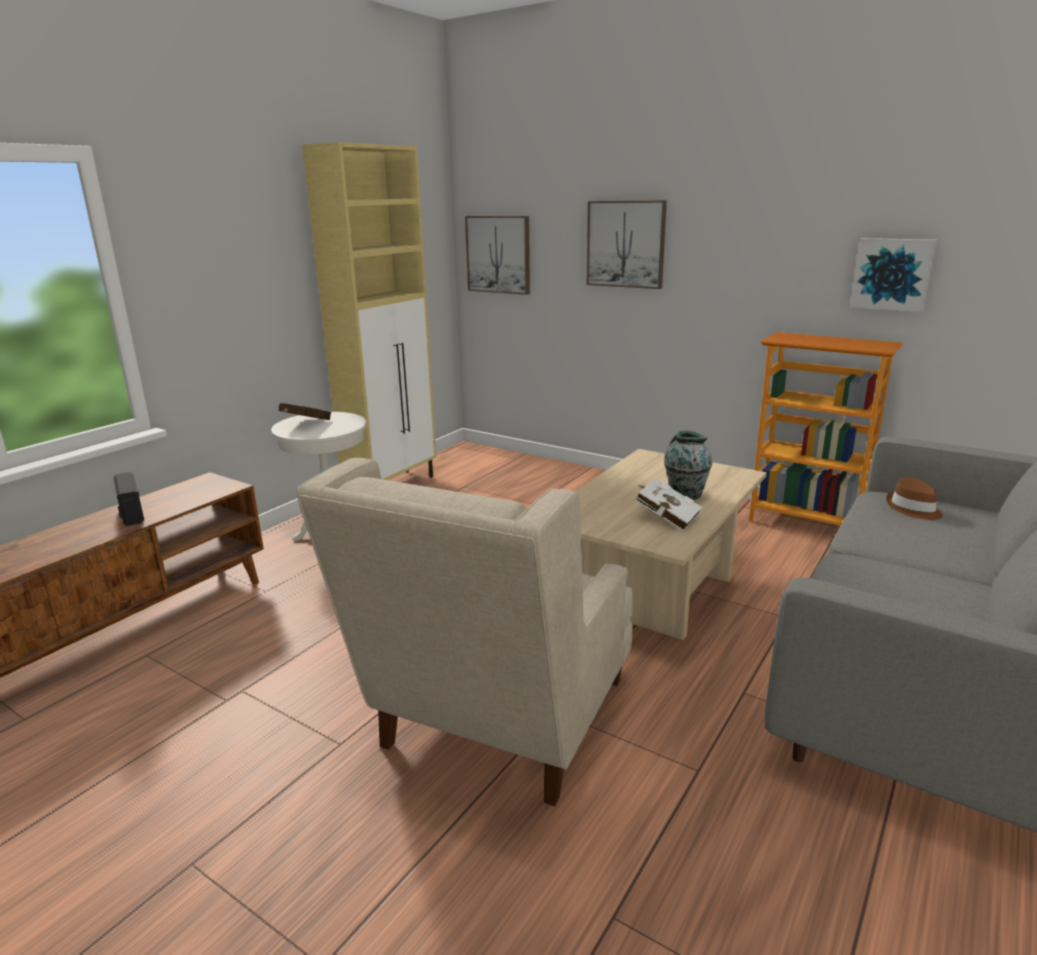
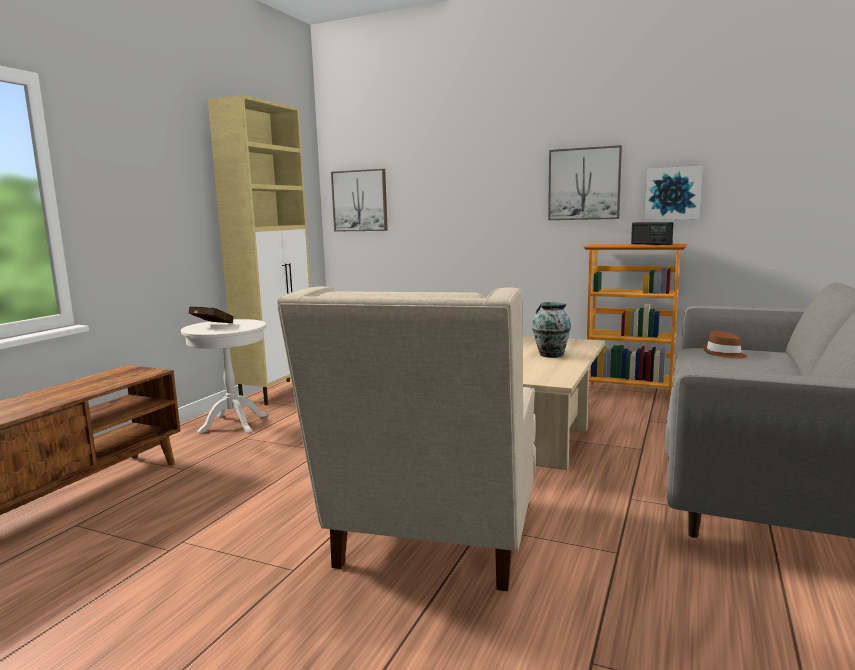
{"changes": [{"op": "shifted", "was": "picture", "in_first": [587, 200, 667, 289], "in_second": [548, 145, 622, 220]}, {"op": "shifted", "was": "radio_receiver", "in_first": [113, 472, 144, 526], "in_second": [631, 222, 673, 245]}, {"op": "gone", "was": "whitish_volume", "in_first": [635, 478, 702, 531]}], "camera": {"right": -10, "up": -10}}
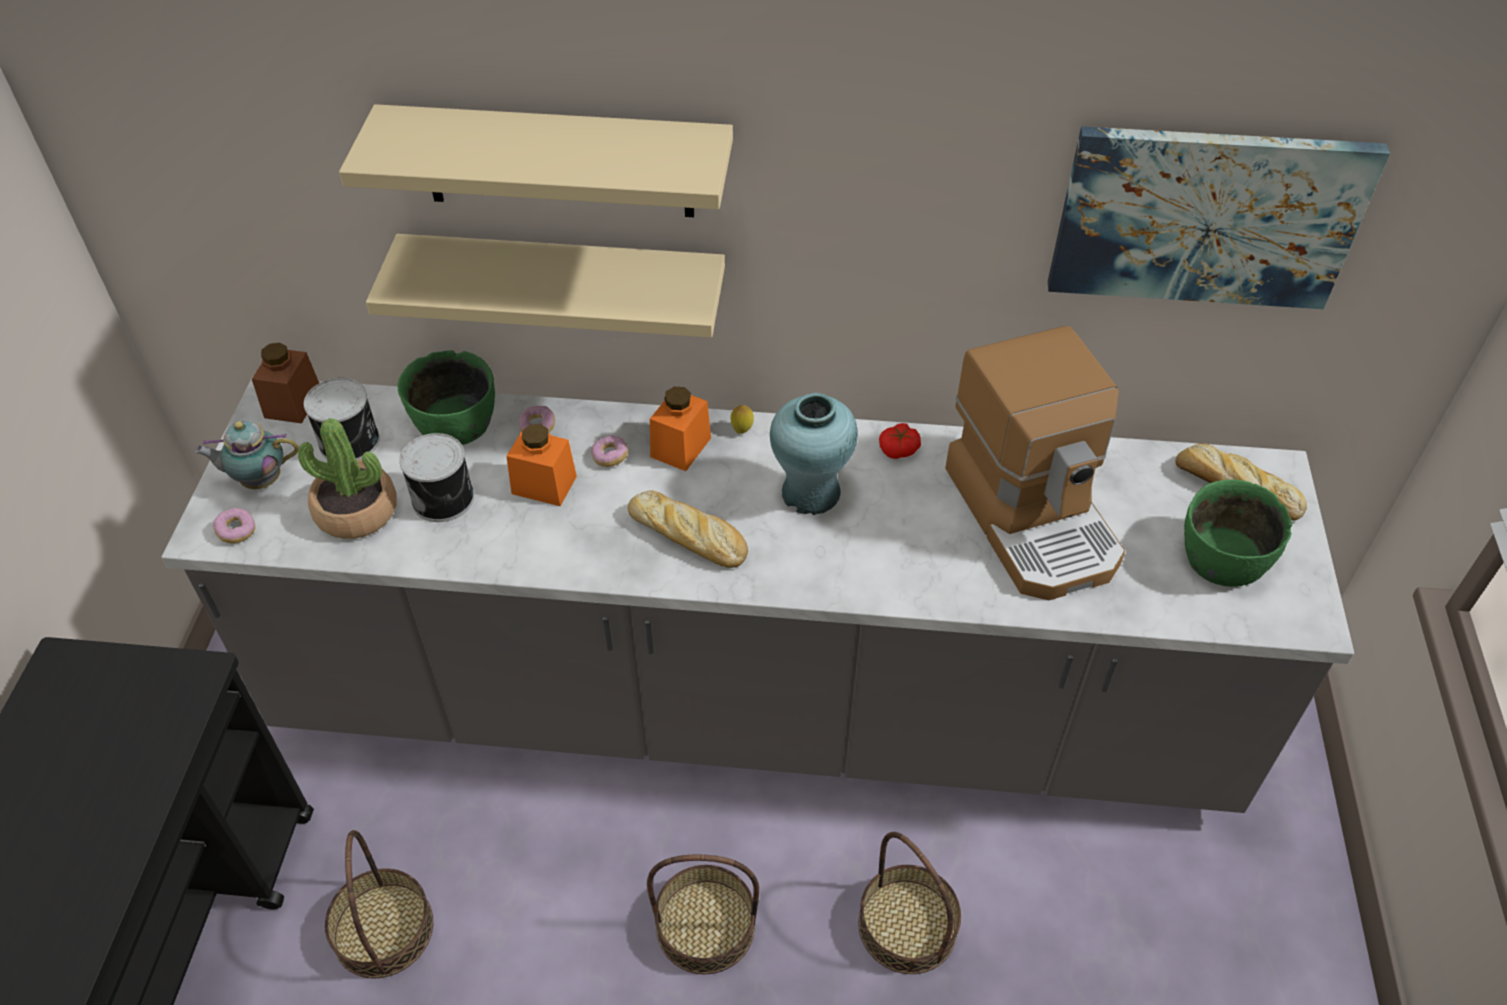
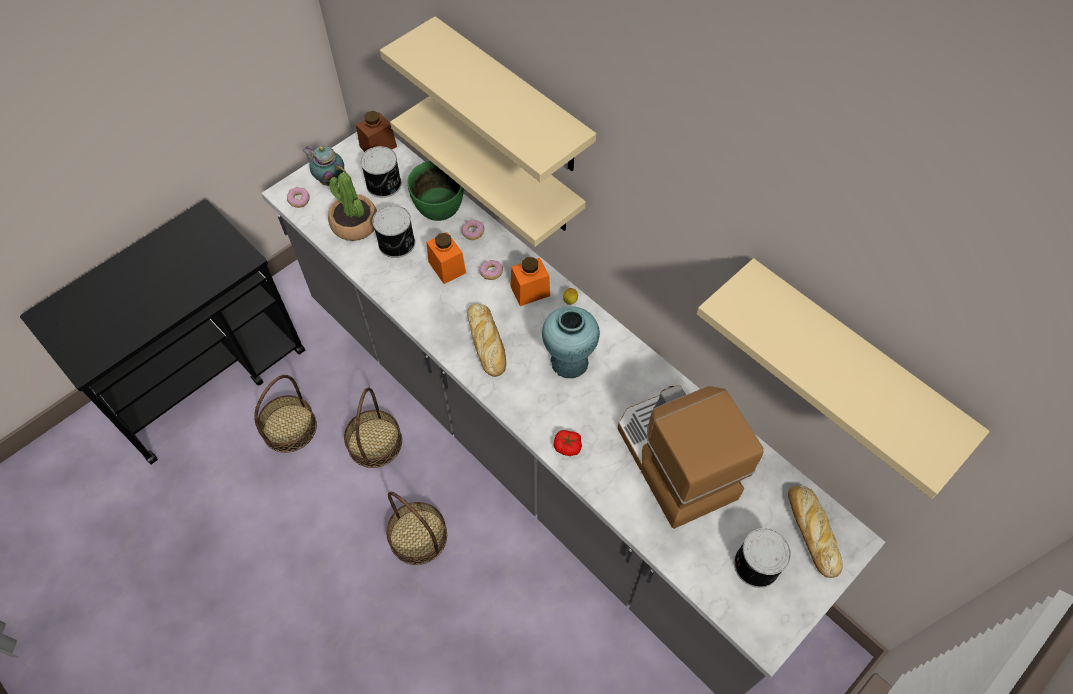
{"changes": [{"op": "swapped", "was": "picture", "now": "beige-coloured_shelf", "in_first": [1048, 126, 1390, 309], "in_second": [697, 258, 990, 499]}, {"op": "rotated", "was": "coffee_brewer", "in_first": [945, 326, 1125, 600], "in_second": [618, 385, 763, 529], "clockwise": 135}, {"op": "shifted", "was": "whole_tomato", "in_first": [879, 423, 921, 459], "in_second": [554, 430, 582, 456]}, {"op": "swapped", "was": "greenish_bowl", "now": "can", "in_first": [1184, 479, 1292, 587], "in_second": [734, 528, 791, 588]}, {"op": "shifted", "was": "household_basket", "in_first": [858, 832, 961, 974], "in_second": [344, 388, 402, 468]}], "camera": {"right": 40, "up": 10}}
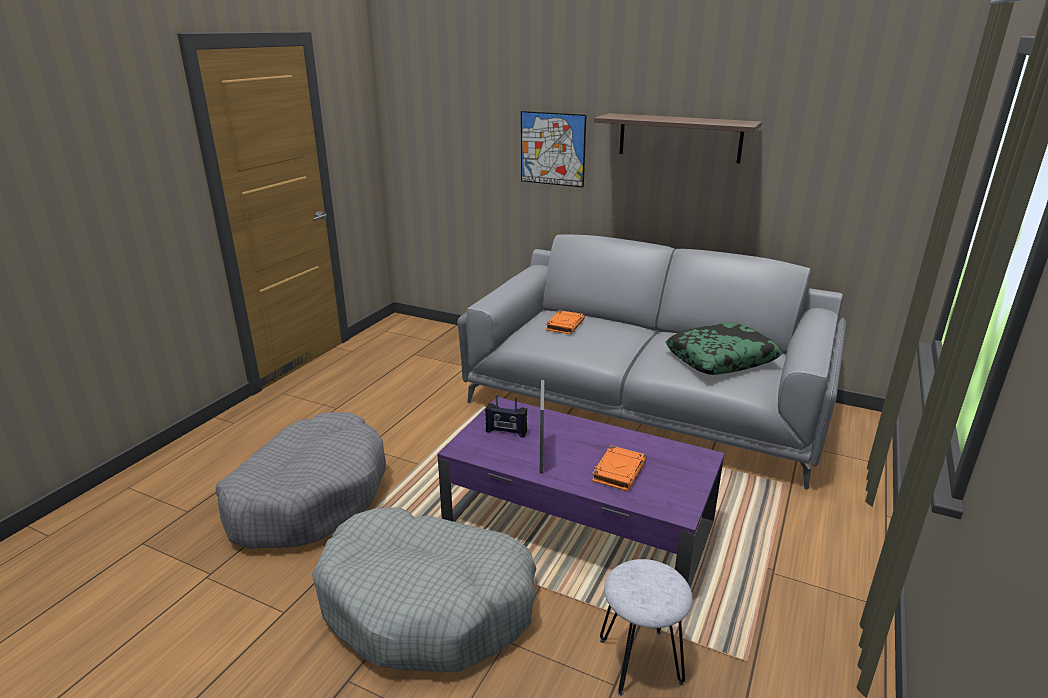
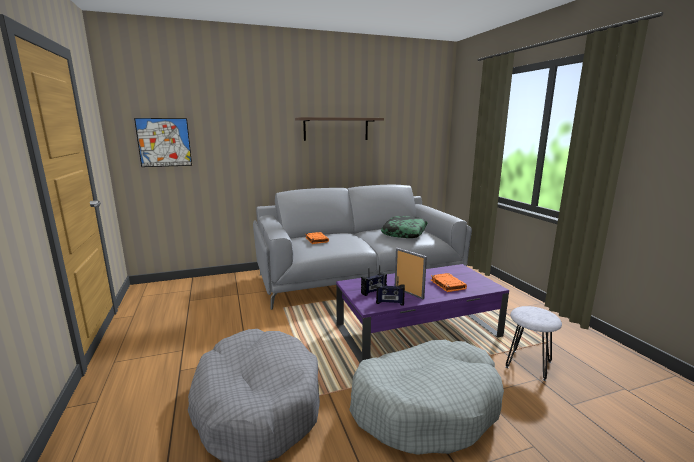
{"changes": [{"op": "shifted", "was": "picture", "in_first": [521, 111, 587, 188], "in_second": [134, 118, 192, 167]}, {"op": "new", "now": "radio_receiver", "in_second": [376, 276, 405, 306]}], "camera": {"right": -45, "up": -10}}
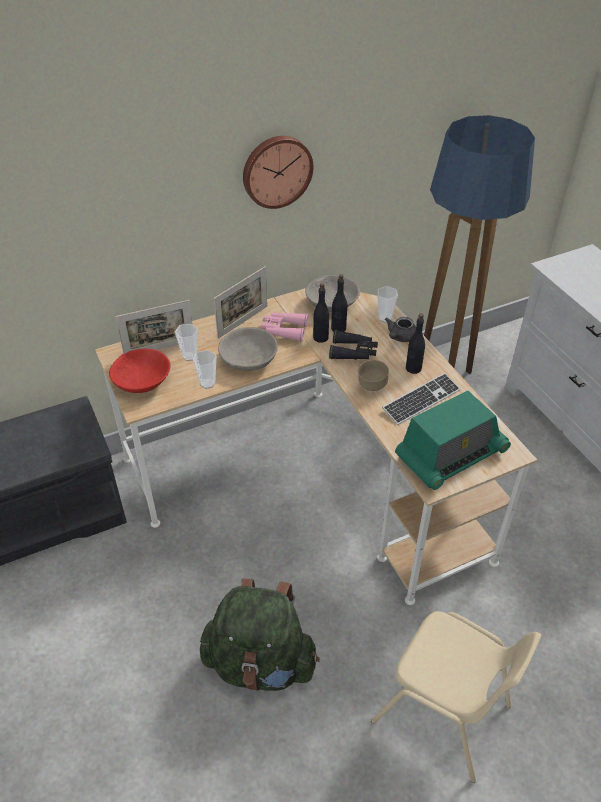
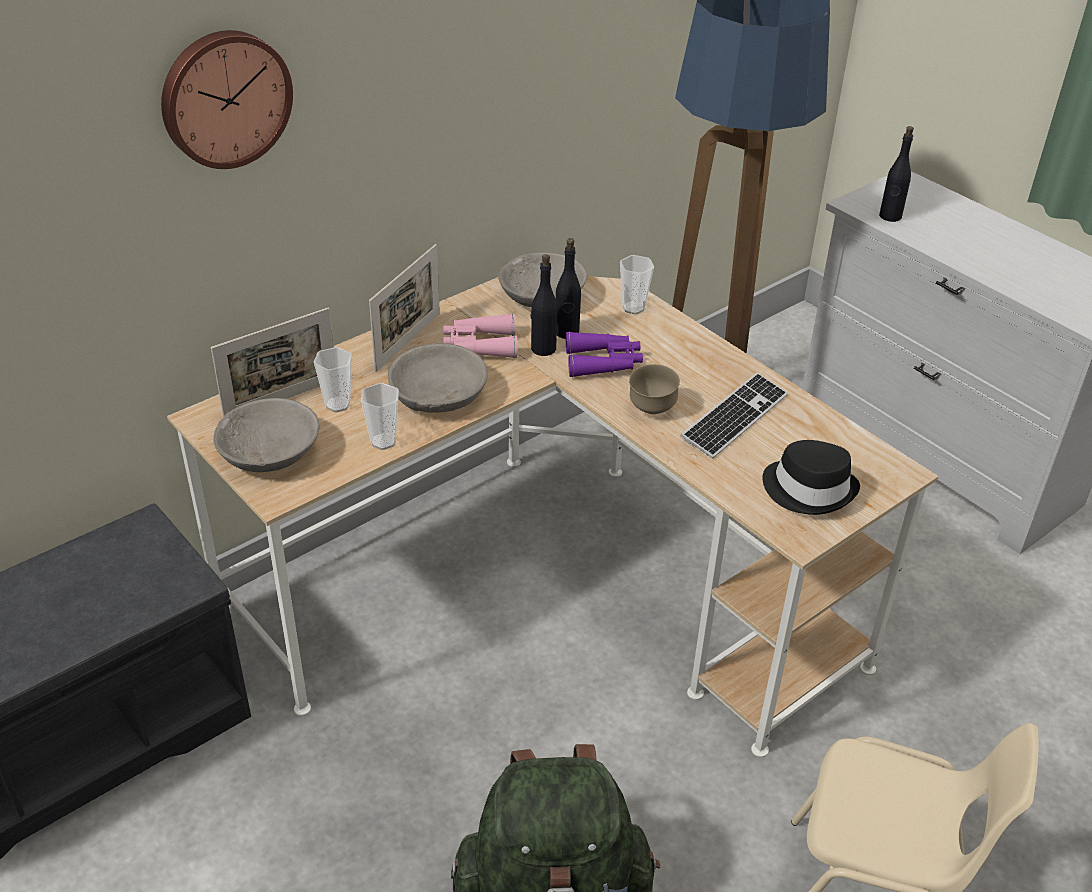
{"changes": [{"op": "shifted", "was": "hanging_clock", "in_first": [243, 136, 313, 209], "in_second": [161, 30, 293, 169]}, {"op": "shifted", "was": "black-coloured_bottle", "in_first": [406, 314, 425, 374], "in_second": [879, 126, 914, 222]}, {"op": "gone", "was": "gray_tea_pot", "in_first": [385, 317, 416, 342]}, {"op": "repainted", "was": "black-coloured_field_glasses", "now": "purple_field_glasses", "in_first": [329, 330, 378, 360], "in_second": [566, 332, 643, 377]}, {"op": "repainted", "was": "reddish_bowl", "now": "gray_bowl", "in_first": [109, 349, 170, 393], "in_second": [213, 398, 320, 472]}, {"op": "swapped", "was": "radio_receiver", "now": "black-coloured_clothing_hat", "in_first": [395, 391, 511, 490], "in_second": [762, 440, 860, 515]}], "camera": {"right": -15, "up": -5}}
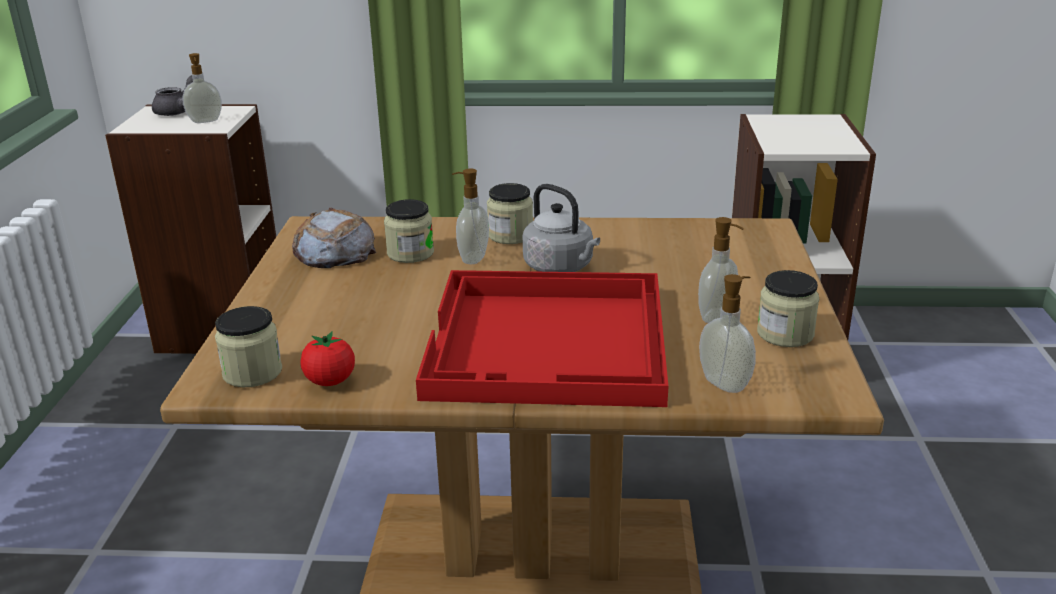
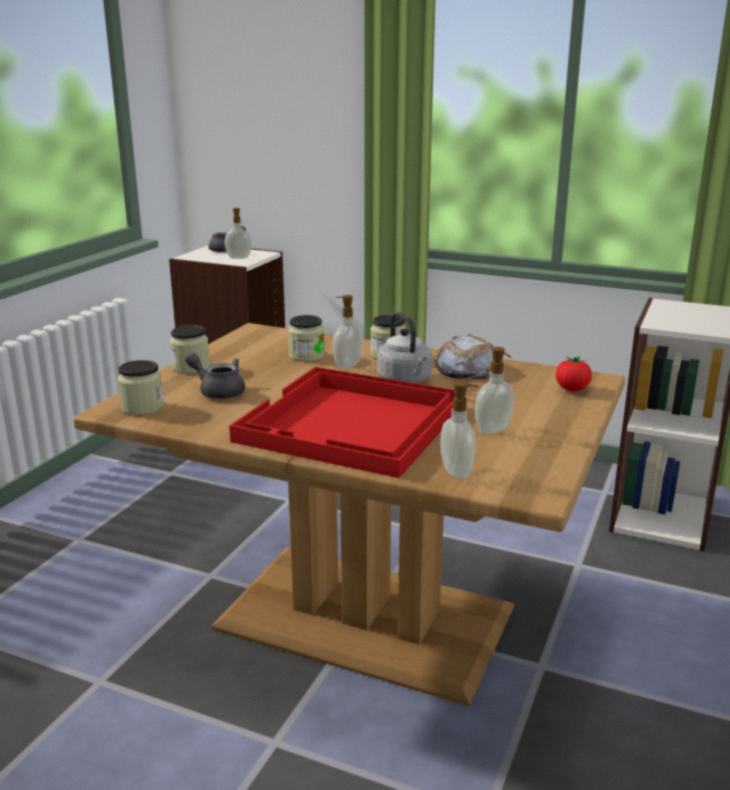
{"changes": [{"op": "shifted", "was": "baked_bread", "in_first": [292, 208, 376, 268], "in_second": [435, 334, 494, 379]}, {"op": "shifted", "was": "jar", "in_first": [757, 270, 819, 347], "in_second": [170, 325, 210, 374]}, {"op": "shifted", "was": "whole_tomato", "in_first": [300, 331, 355, 386], "in_second": [556, 356, 592, 391]}, {"op": "new", "now": "gray_tea_pot", "in_second": [185, 352, 245, 399]}], "camera": {"right": 20, "up": -5}}
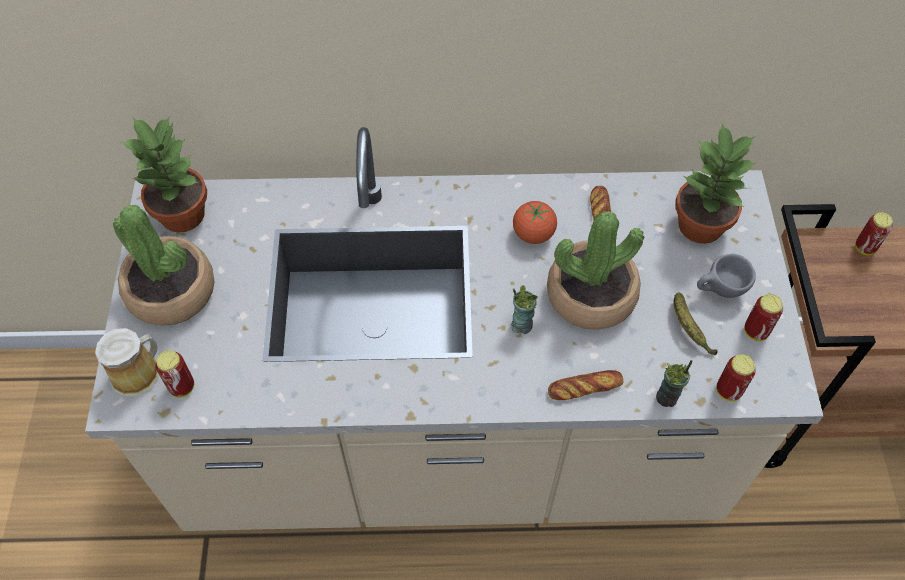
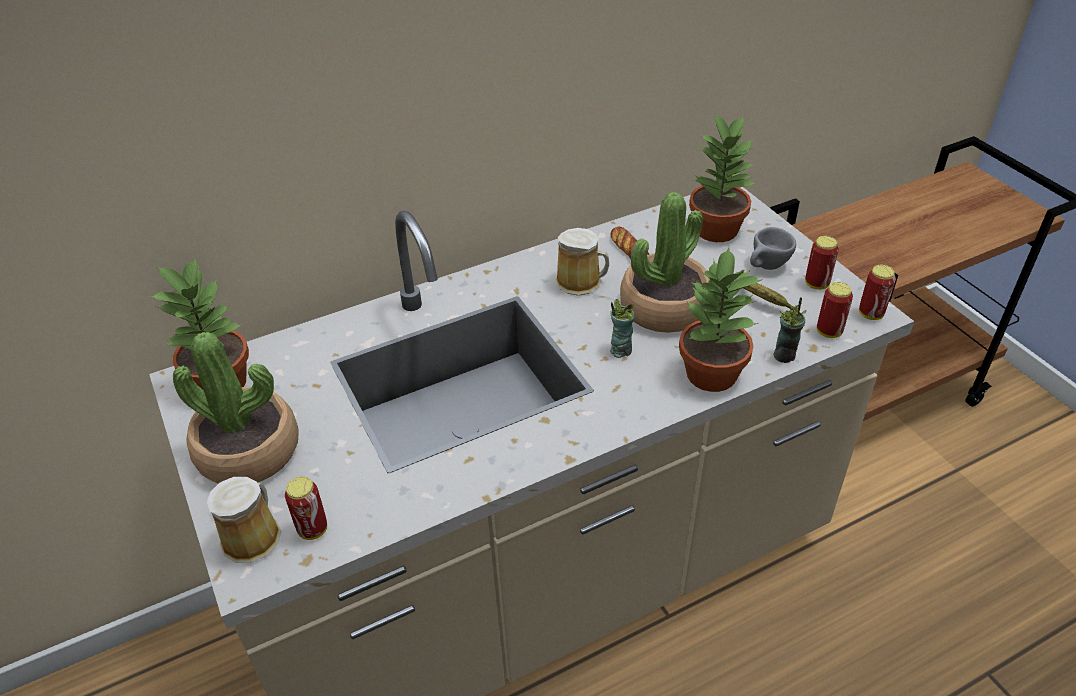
{"changes": [{"op": "swapped", "was": "whole_tomato", "now": "tea_mug", "in_first": [513, 201, 557, 244], "in_second": [555, 228, 609, 296]}, {"op": "shifted", "was": "can", "in_first": [855, 212, 893, 255], "in_second": [859, 265, 896, 320]}, {"op": "swapped", "was": "baked_bread", "now": "houseplant", "in_first": [548, 370, 623, 400], "in_second": [679, 248, 763, 392]}], "camera": {"right": -25, "up": -15}}
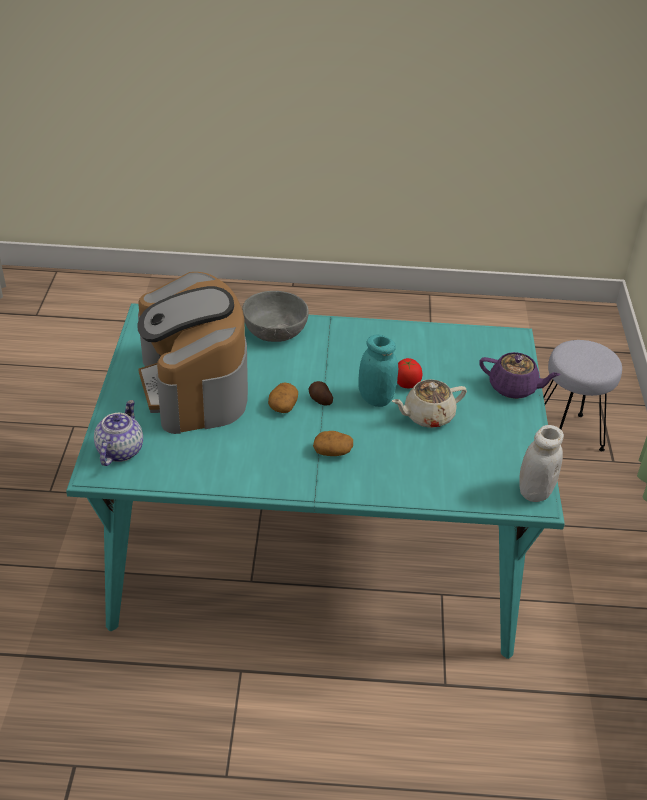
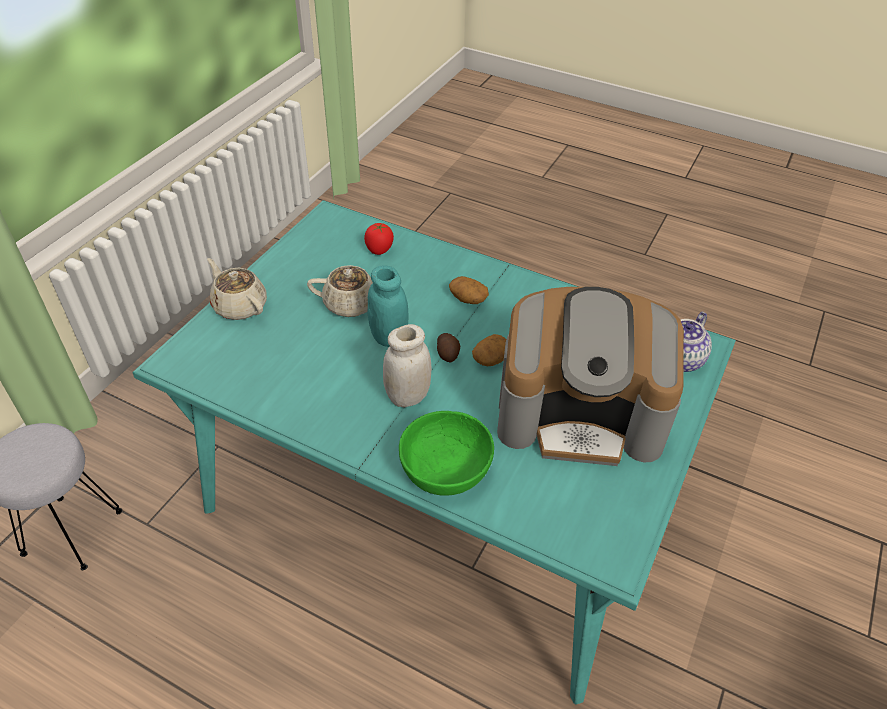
{"changes": [{"op": "rotated", "was": "coffee_brewer", "in_first": [137, 272, 248, 434], "in_second": [497, 287, 684, 466], "clockwise": 90}, {"op": "repainted", "was": "gray_bowl", "now": "greenish_bowl", "in_first": [242, 291, 309, 342], "in_second": [399, 411, 494, 496]}, {"op": "repainted", "was": "purple_tea_pot", "now": "beige-coloured_tea_pot", "in_first": [479, 352, 561, 399], "in_second": [207, 258, 267, 320]}, {"op": "shifted", "was": "whole_tomato", "in_first": [397, 358, 422, 388], "in_second": [364, 223, 394, 255]}, {"op": "shifted", "was": "whitish_jar", "in_first": [519, 425, 564, 502], "in_second": [383, 324, 432, 407]}], "camera": {"right": -155, "up": 5}}
